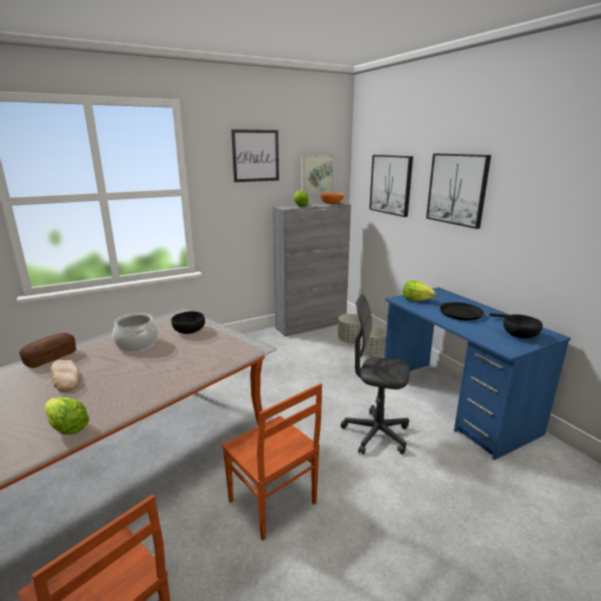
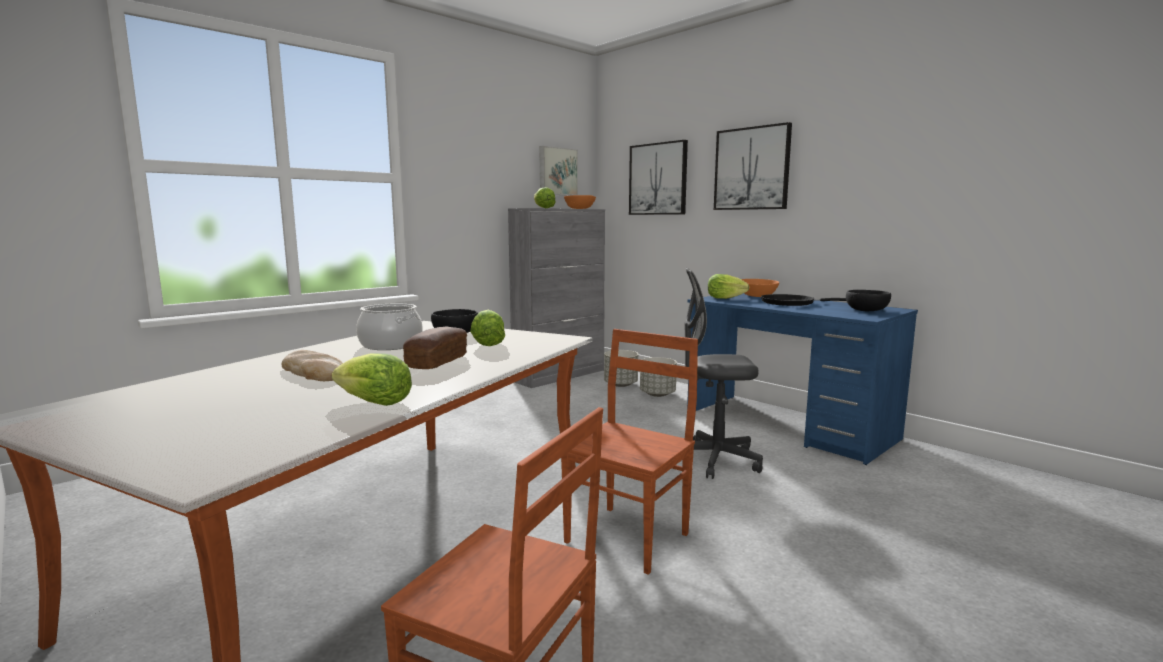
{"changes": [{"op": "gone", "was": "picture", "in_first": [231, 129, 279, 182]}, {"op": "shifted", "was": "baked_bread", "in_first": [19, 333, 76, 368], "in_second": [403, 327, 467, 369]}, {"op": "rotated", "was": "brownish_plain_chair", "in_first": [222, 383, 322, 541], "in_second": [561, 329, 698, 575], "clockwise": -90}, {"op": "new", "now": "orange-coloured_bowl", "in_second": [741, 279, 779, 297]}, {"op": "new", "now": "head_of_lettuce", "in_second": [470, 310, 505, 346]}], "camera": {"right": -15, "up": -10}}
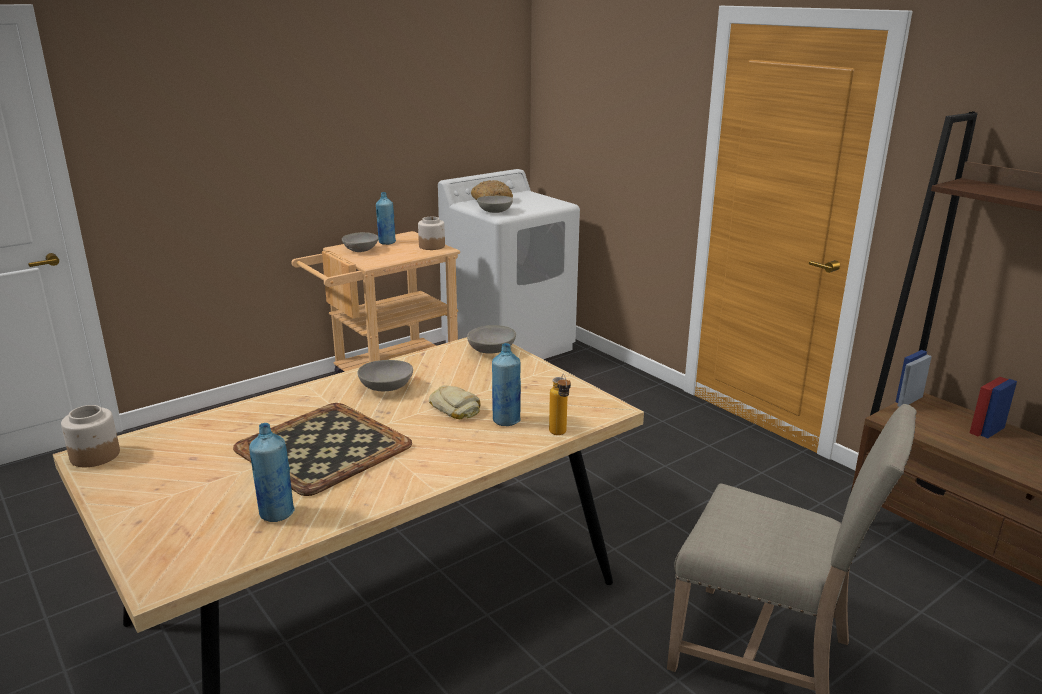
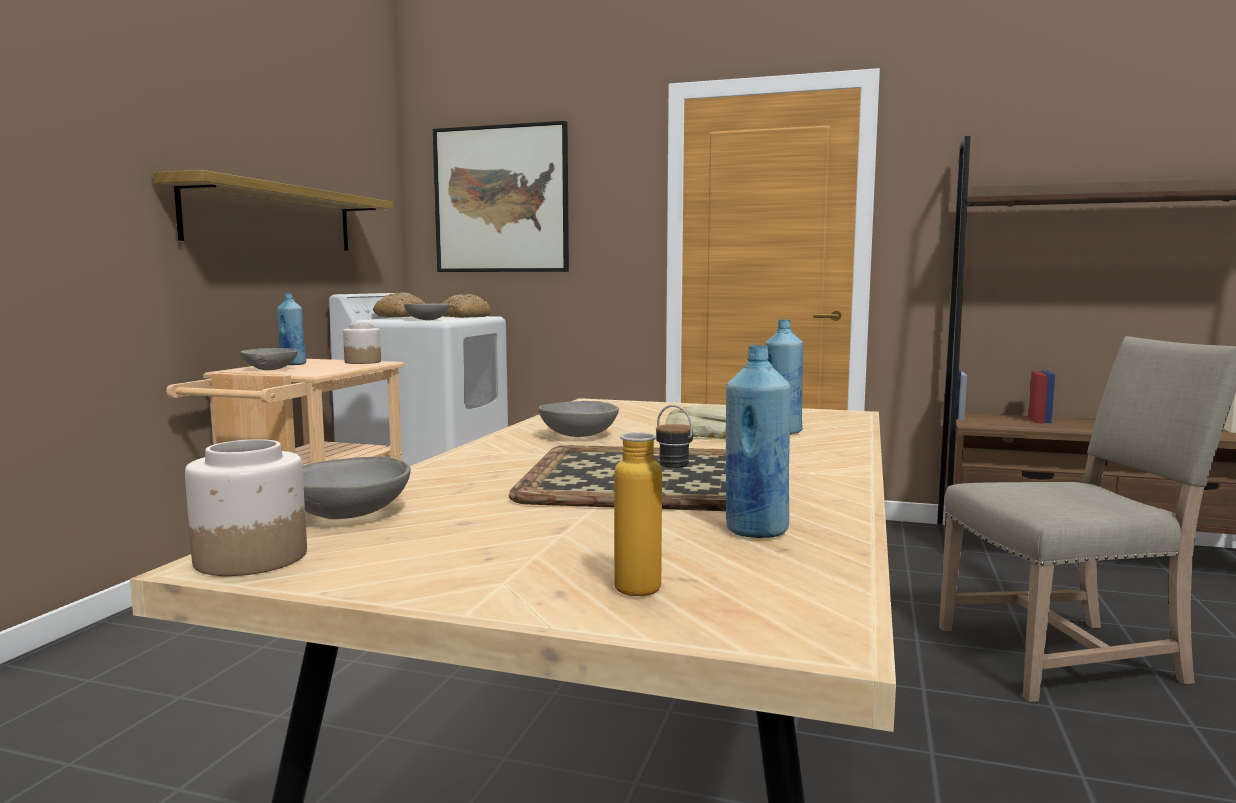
{"changes": [{"op": "shifted", "was": "gray_bowl", "in_first": [467, 325, 516, 354], "in_second": [302, 457, 411, 519]}, {"op": "shifted", "was": "bottle", "in_first": [549, 374, 571, 435], "in_second": [614, 405, 693, 596]}, {"op": "new", "now": "picture", "in_second": [433, 121, 569, 272]}, {"op": "new", "now": "shelf", "in_second": [153, 170, 393, 251]}, {"op": "new", "now": "baked_bread", "in_second": [443, 294, 491, 318]}], "camera": {"right": -35, "up": -15}}
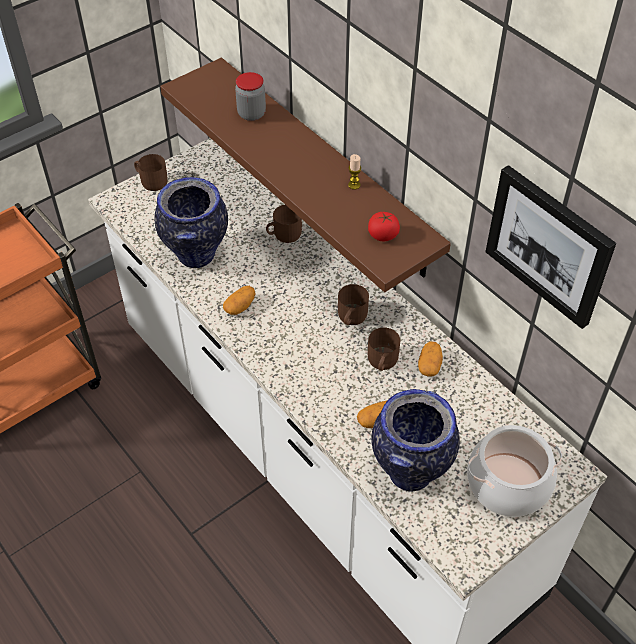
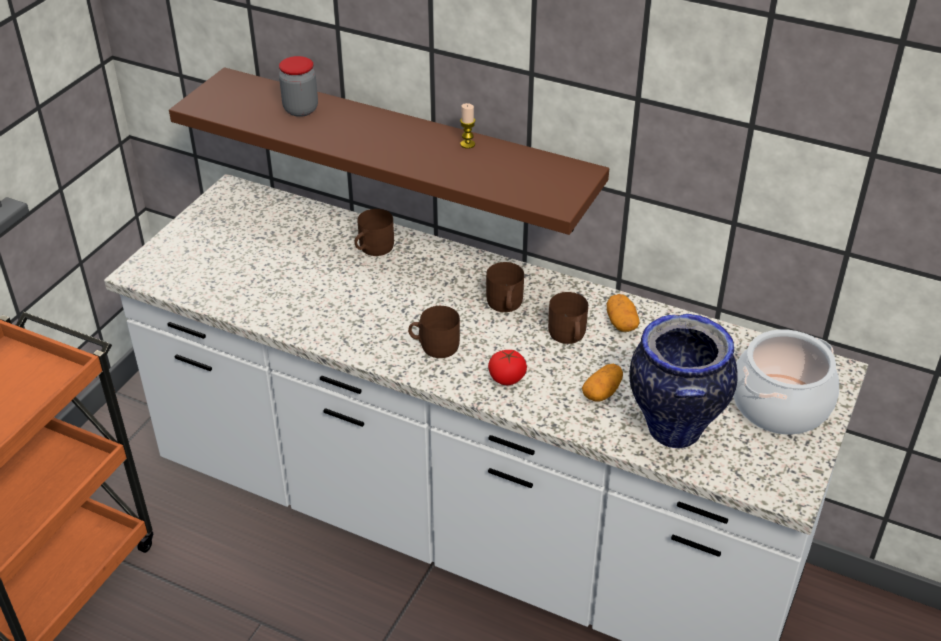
{"changes": [{"op": "shifted", "was": "brownish_tea_mug", "in_first": [134, 154, 168, 191], "in_second": [408, 306, 460, 358]}, {"op": "gone", "was": "picture", "in_first": [485, 165, 616, 329]}, {"op": "gone", "was": "decorative_vase", "in_first": [155, 177, 228, 268]}, {"op": "shifted", "was": "whole_tomato", "in_first": [368, 212, 400, 241], "in_second": [488, 350, 527, 385]}, {"op": "gone", "was": "whole_potato", "in_first": [223, 286, 255, 315]}], "camera": {"right": -25, "up": -10}}
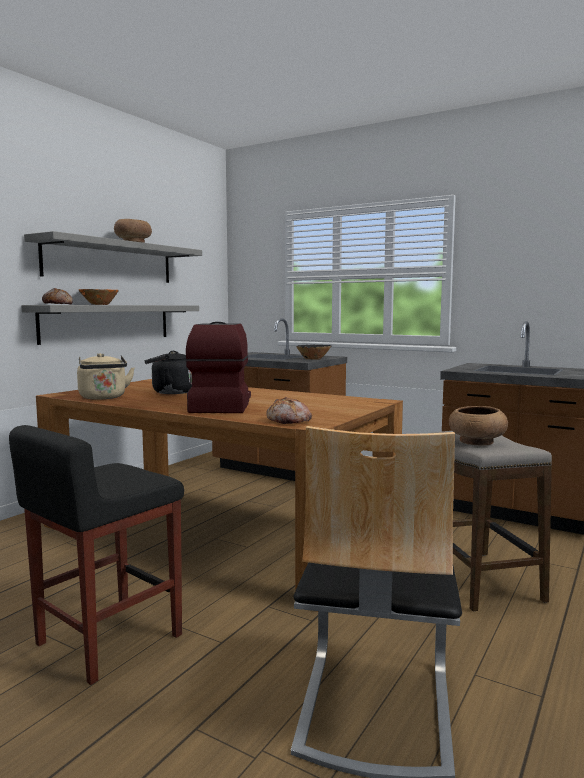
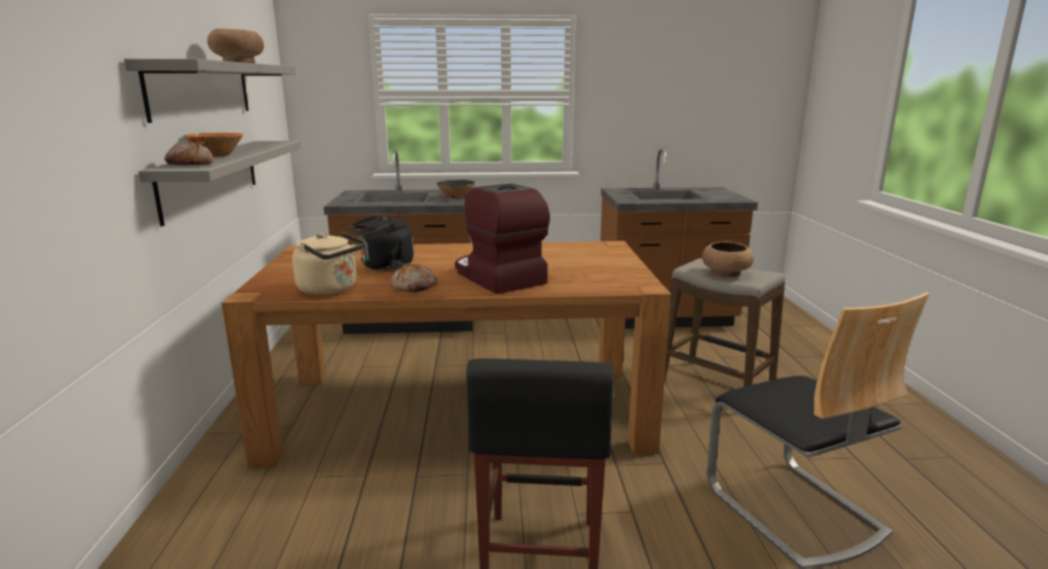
{"changes": [{"op": "shifted", "was": "baked_bread", "in_first": [266, 397, 312, 424], "in_second": [390, 263, 437, 292]}], "camera": {"right": -35, "up": 10}}
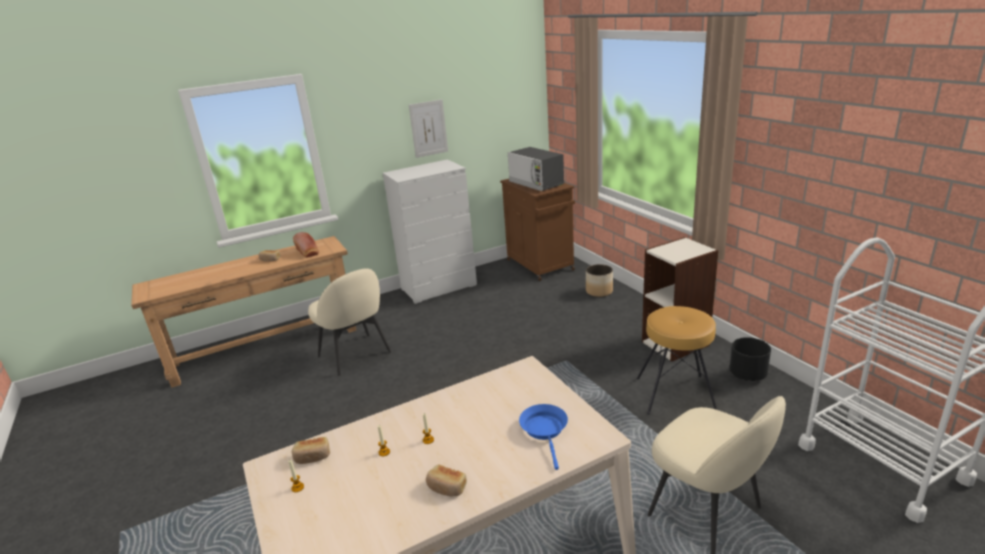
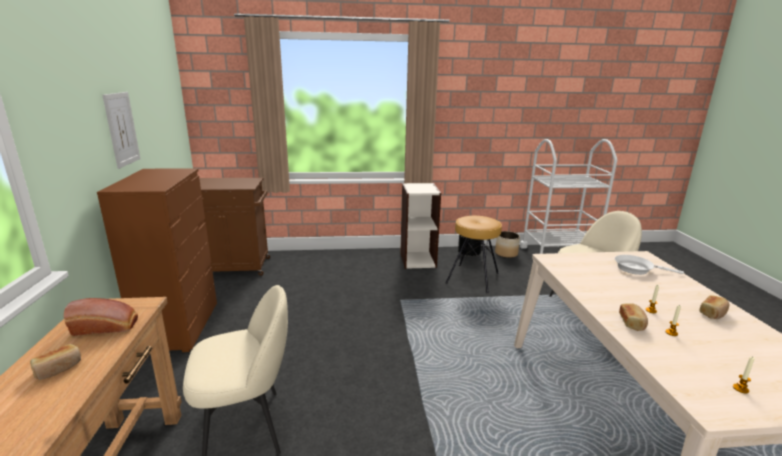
{"changes": [{"op": "gone", "was": "kitchen_microwave", "in_first": [508, 147, 564, 191]}, {"op": "repainted", "was": "whitish_chest_of_drawers", "now": "brownish_chest_of_drawers", "in_first": [383, 159, 477, 304], "in_second": [97, 168, 217, 352]}, {"op": "shifted", "was": "flower_pot", "in_first": [586, 264, 613, 297], "in_second": [495, 231, 520, 258]}, {"op": "repainted", "was": "bluish_pan", "now": "whitish_pan", "in_first": [519, 404, 568, 470], "in_second": [615, 255, 684, 275]}, {"op": "shifted", "was": "baked_bread", "in_first": [292, 437, 330, 464], "in_second": [619, 303, 648, 331]}], "camera": {"right": -70, "up": -5}}
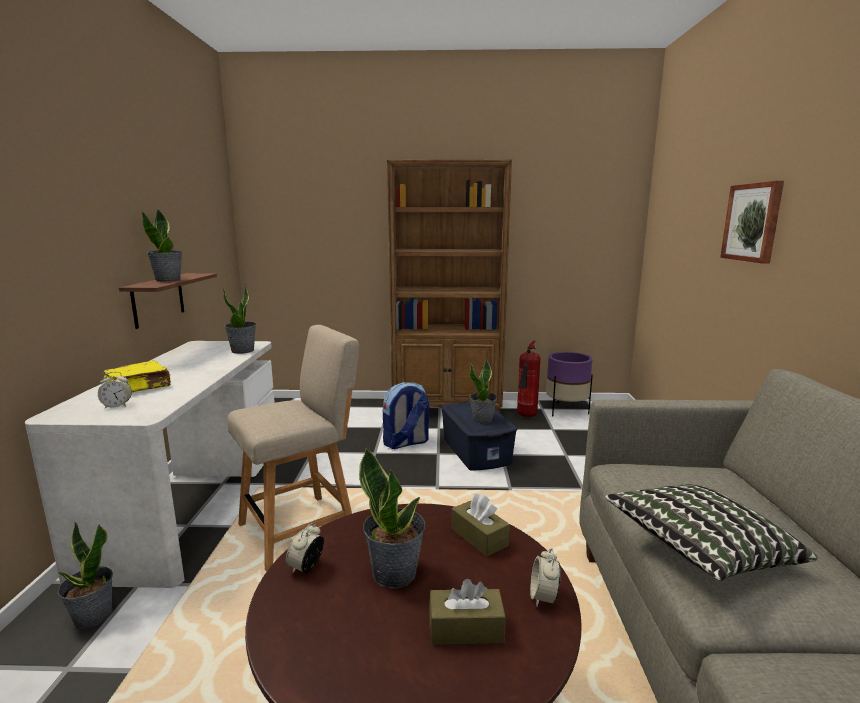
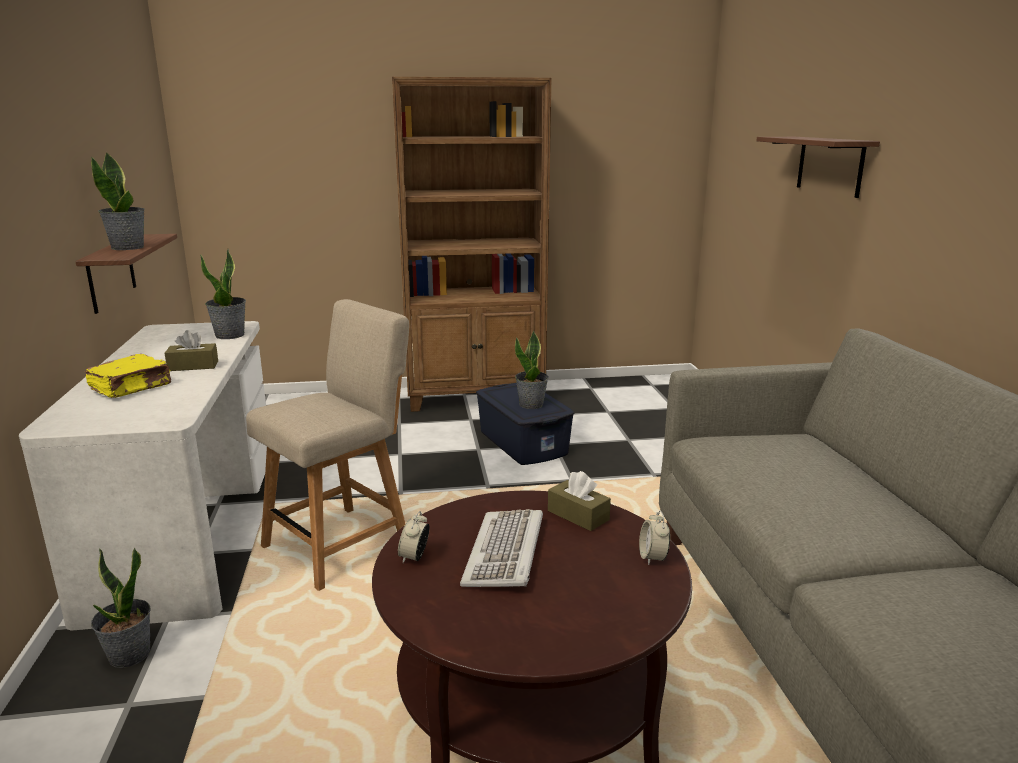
{"changes": [{"op": "swapped", "was": "picture", "now": "shelf", "in_first": [720, 181, 784, 263], "in_second": [756, 137, 880, 198]}, {"op": "gone", "was": "fire_extinguisher", "in_first": [517, 341, 540, 417]}, {"op": "gone", "was": "purple_flower_pot", "in_first": [546, 352, 593, 416]}, {"op": "gone", "was": "alarm_clock", "in_first": [98, 372, 132, 408]}, {"op": "gone", "was": "backpack", "in_first": [383, 382, 430, 449]}, {"op": "swapped", "was": "houseplant", "now": "keyboard", "in_first": [359, 448, 425, 589], "in_second": [460, 509, 543, 587]}, {"op": "gone", "was": "pillow", "in_first": [605, 484, 818, 581]}, {"op": "shifted", "was": "brownish_tissue_box", "in_first": [429, 579, 506, 645], "in_second": [165, 330, 218, 371]}], "camera": {"right": -10, "up": 5}}
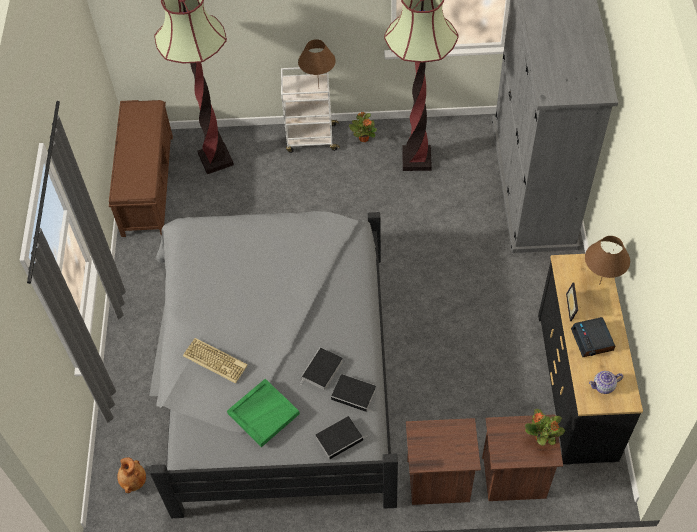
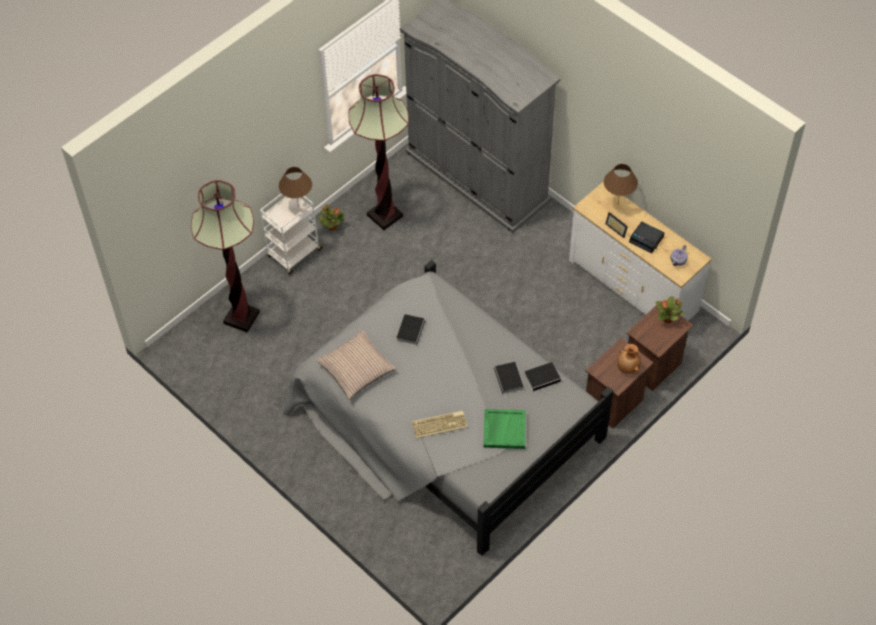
{"changes": [{"op": "gone", "was": "brownish_long_seat", "in_first": [109, 100, 173, 237]}, {"op": "repainted", "was": "black-coloured_chest_of_drawers", "now": "whitish_chest_of_drawers", "in_first": [538, 254, 643, 465], "in_second": [569, 181, 711, 321]}, {"op": "shifted", "was": "volume", "in_first": [316, 416, 369, 459], "in_second": [396, 314, 425, 345]}, {"op": "shifted", "was": "brownish_decorative_vase", "in_first": [117, 457, 146, 493], "in_second": [617, 344, 641, 374]}, {"op": "new", "now": "pillow", "in_second": [316, 330, 396, 400]}], "camera": {"right": -45, "up": 0}}
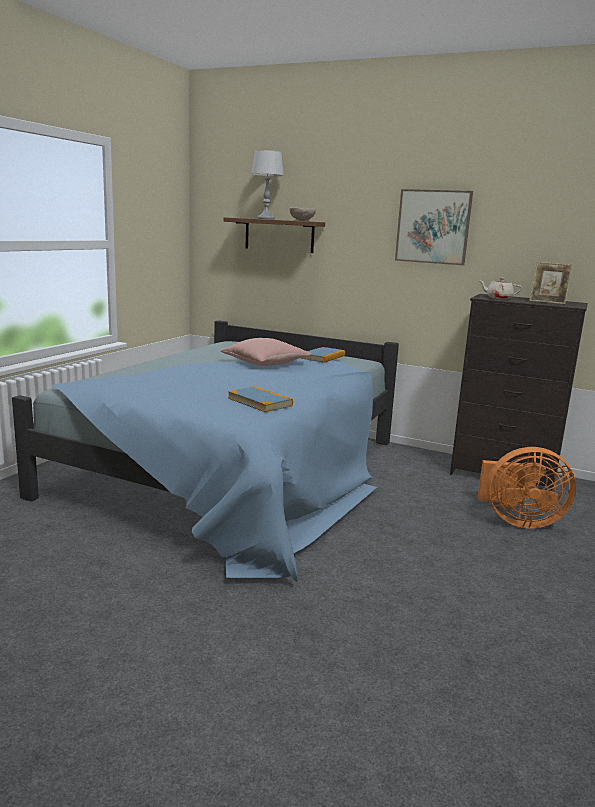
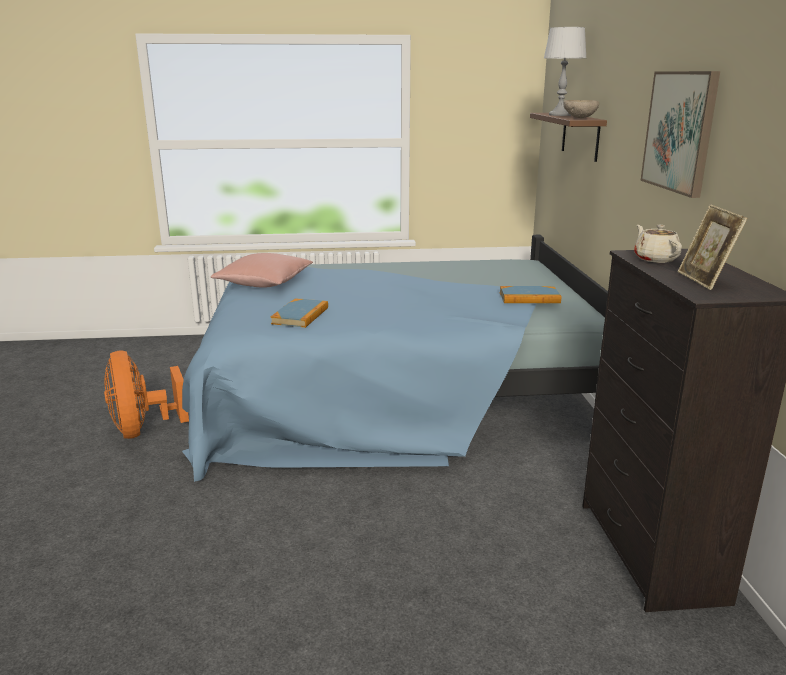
{"changes": [{"op": "shifted", "was": "pink-coloured_pillow", "in_first": [221, 338, 312, 366], "in_second": [211, 253, 313, 288]}, {"op": "shifted", "was": "orange-coloured_electric_fan", "in_first": [477, 447, 576, 529], "in_second": [104, 351, 189, 439]}], "camera": {"right": 60, "up": 5}}
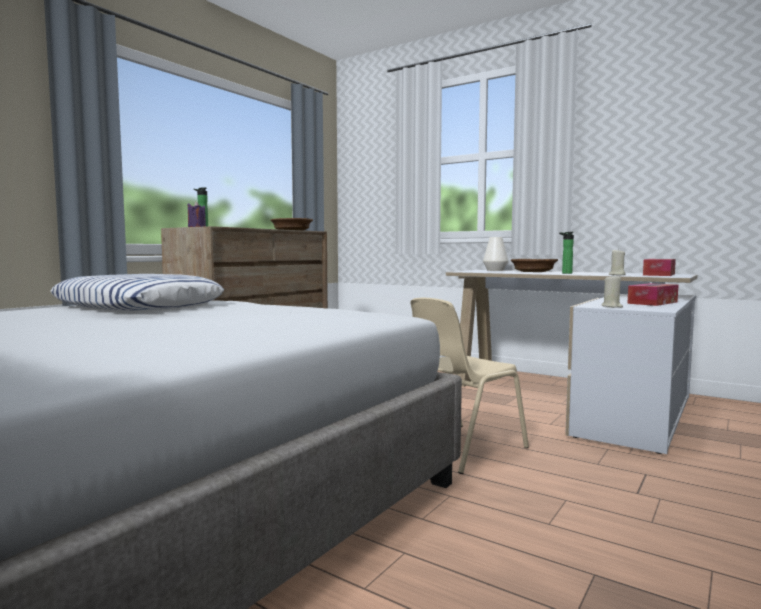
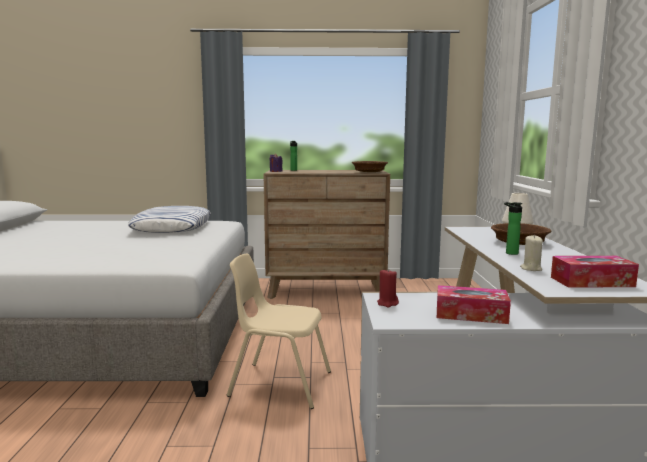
{"changes": [{"op": "repainted", "was": "beige-coloured_wax_candle", "now": "reddish_wax_candle", "in_first": [601, 276, 623, 308], "in_second": [377, 268, 399, 307]}], "camera": {"right": 55, "up": 5}}
